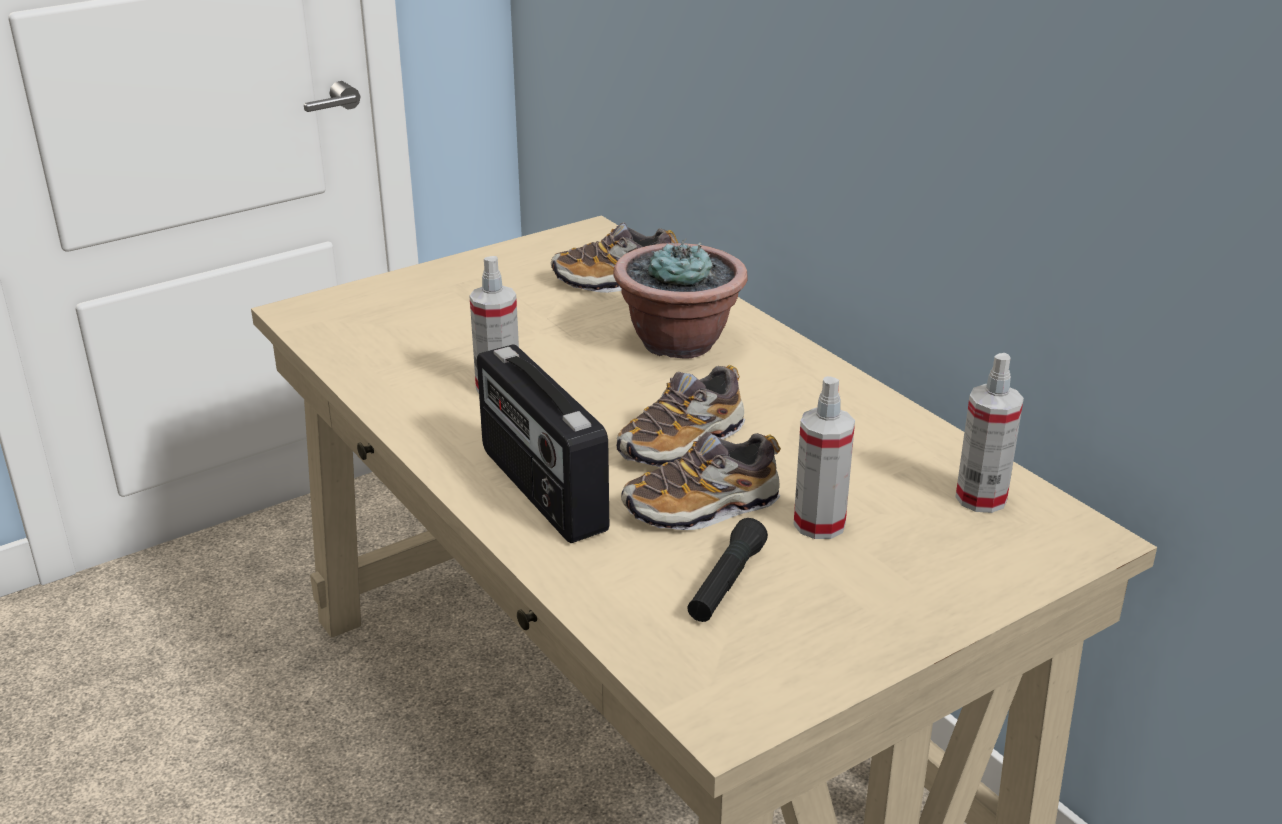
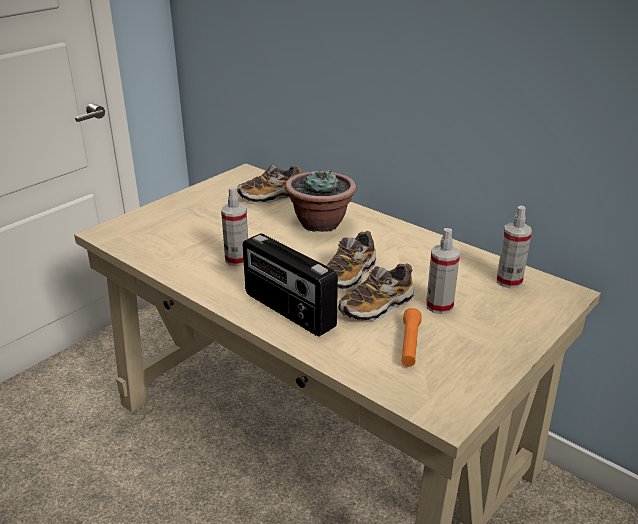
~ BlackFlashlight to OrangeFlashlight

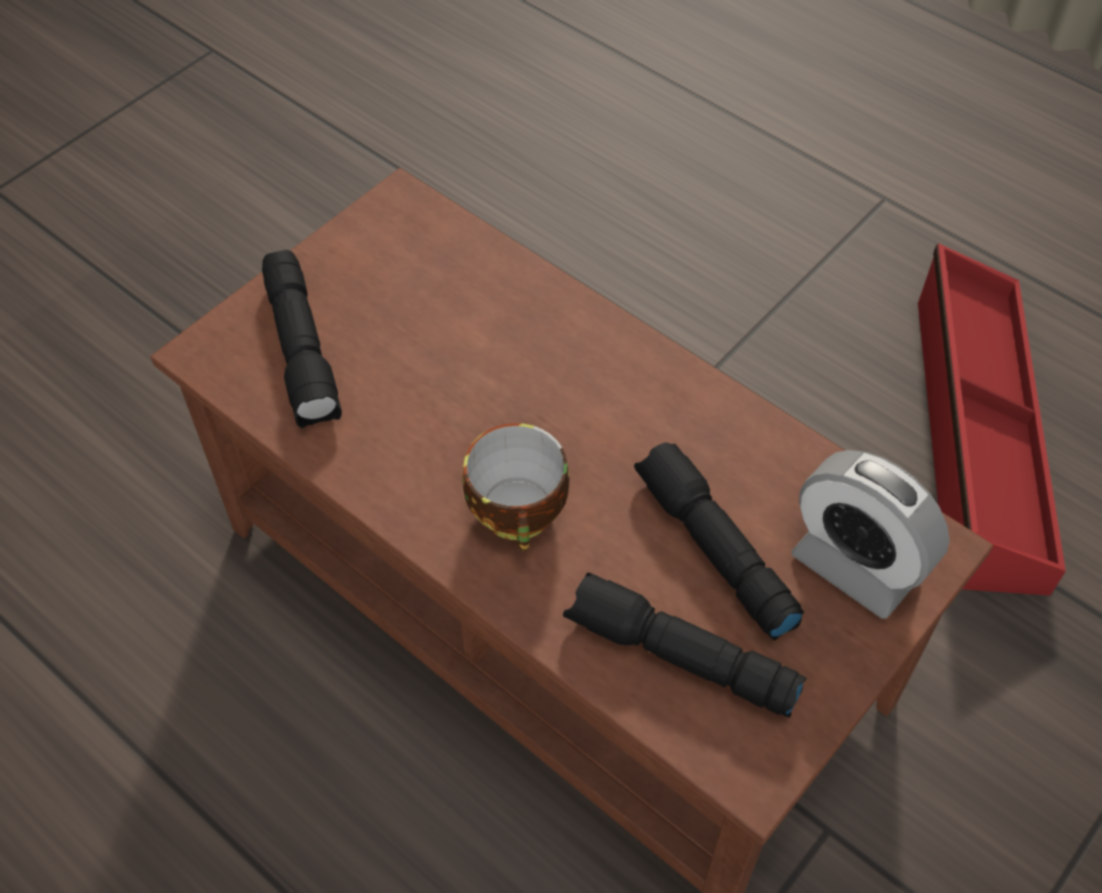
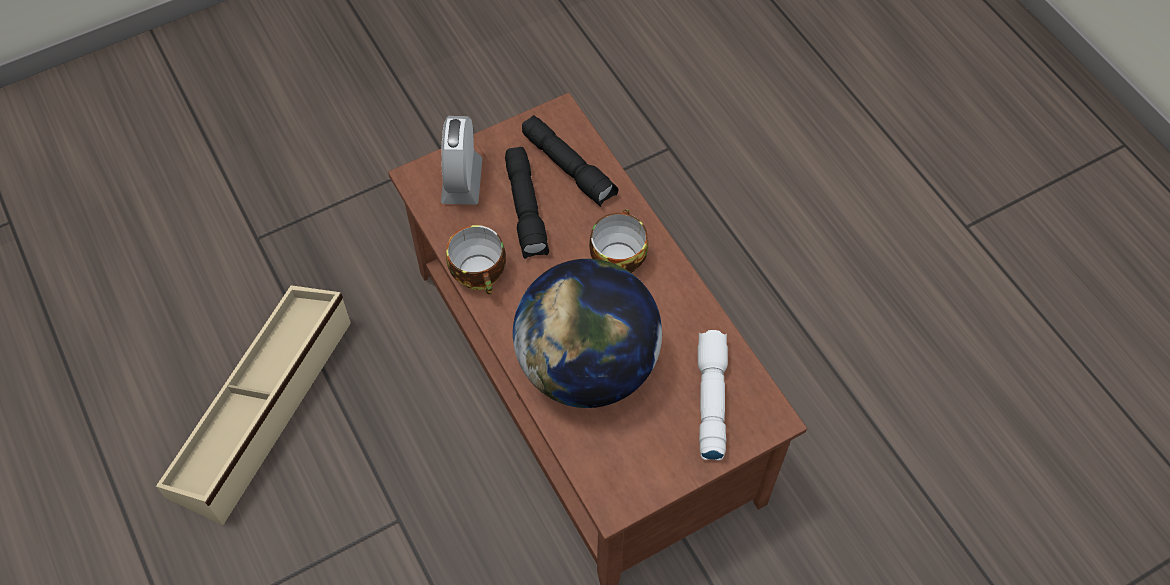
+ Cup (no. 1 from left)
+ Globe
~ BlackFlashlight (no. 1 from left) to WhiteFlashlight
~ RedStorageBox to BeigeStorageBox
~ AlarmClock 150 degrees counterclockwise

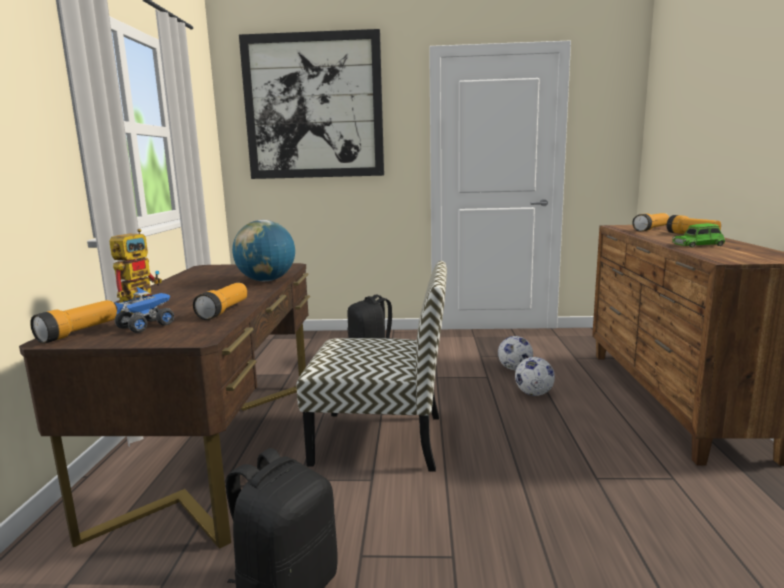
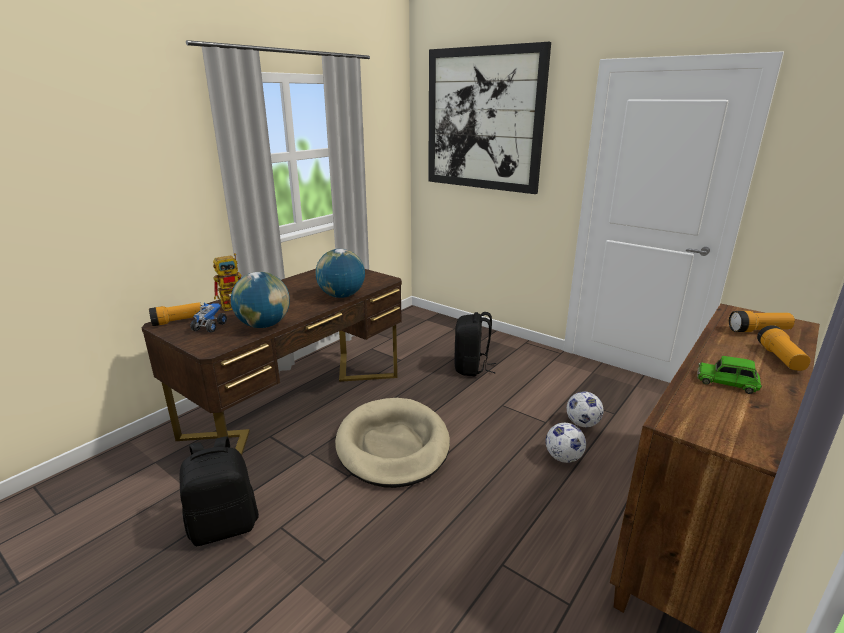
~ Flashlight (no. 2 from left) to Globe (no. 1 from left)
~ Chair to BeigeDogBed
~ ToyTruck 60 degrees counterclockwise

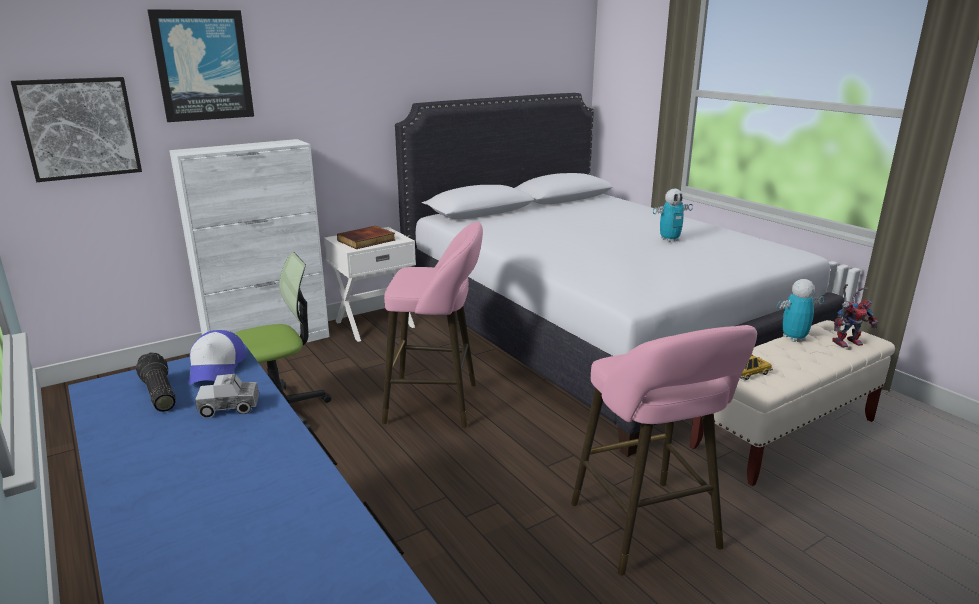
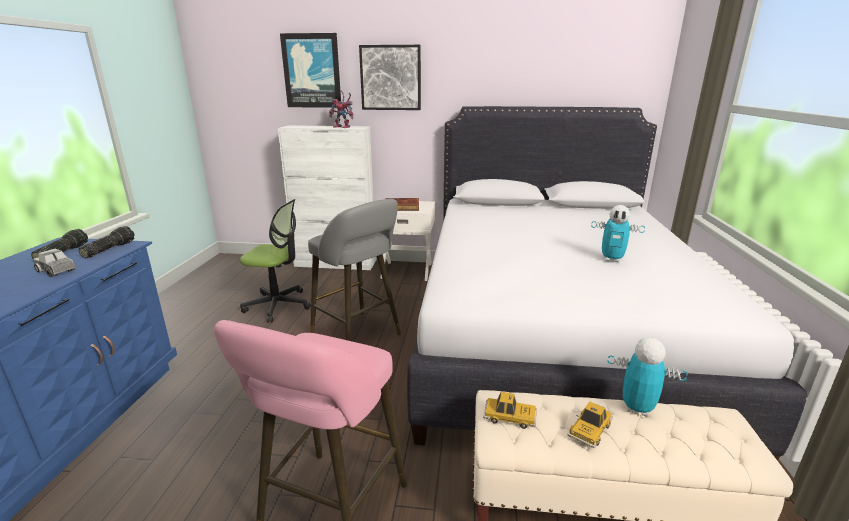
+ ToyCar (no. 2 from left)
~ Picture (no. 1 from left in the first image) to Picture (no. 2 from left)
~ ToyRobot (no. 3 from left in the first image) to ToyRobot (no. 1 from left)
~ Cap to Flashlight (no. 2 from left)
~ PinkStool (no. 1 from left) to GreyStool

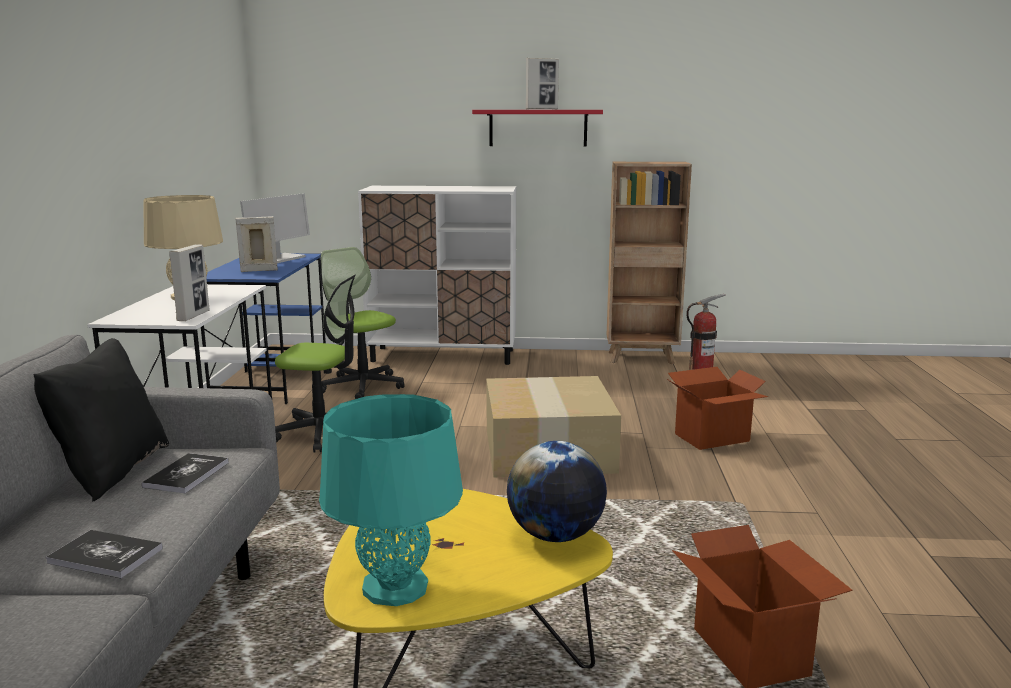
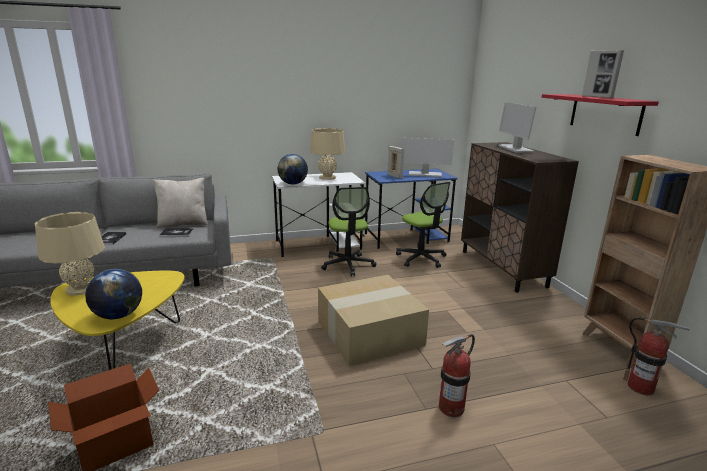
+ Monitor (no. 2 from left)
~ PictureFrame (no. 1 from left) to Globe (no. 2 from left)
~ CardboardBox (no. 2 from left) to FireExtinguisher (no. 1 from left)
~ BlackPillow to BeigePillow
~ TurquoiseTableLamp to BeigeTableLamp (no. 1 from left)
~ WhiteCabinet to BrownCabinet
~ OfficeChair (no. 2 from left) 120 degrees clockwise

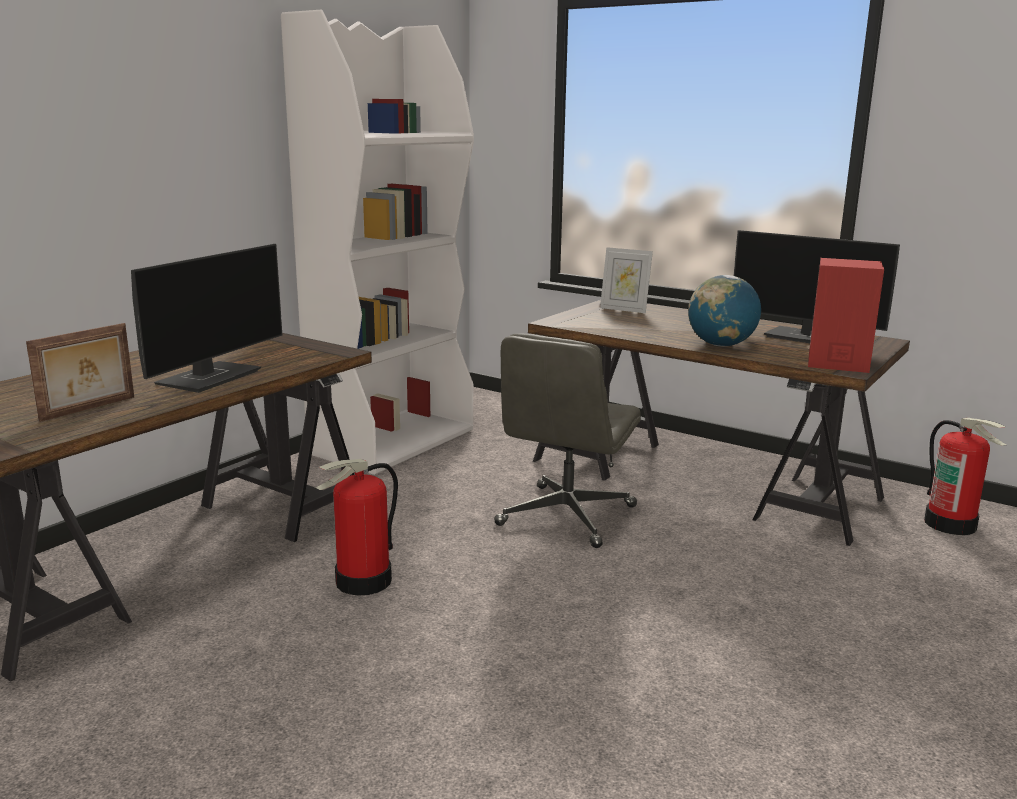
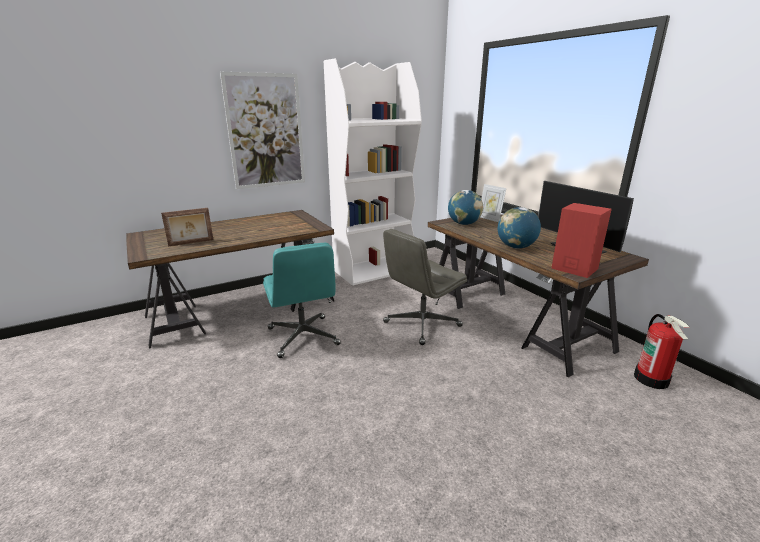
- Monitor (no. 1 from left)
+ Picture
+ Globe (no. 1 from left)
~ FireExtinguisher (no. 1 from left) to TurquoiseOfficeChair

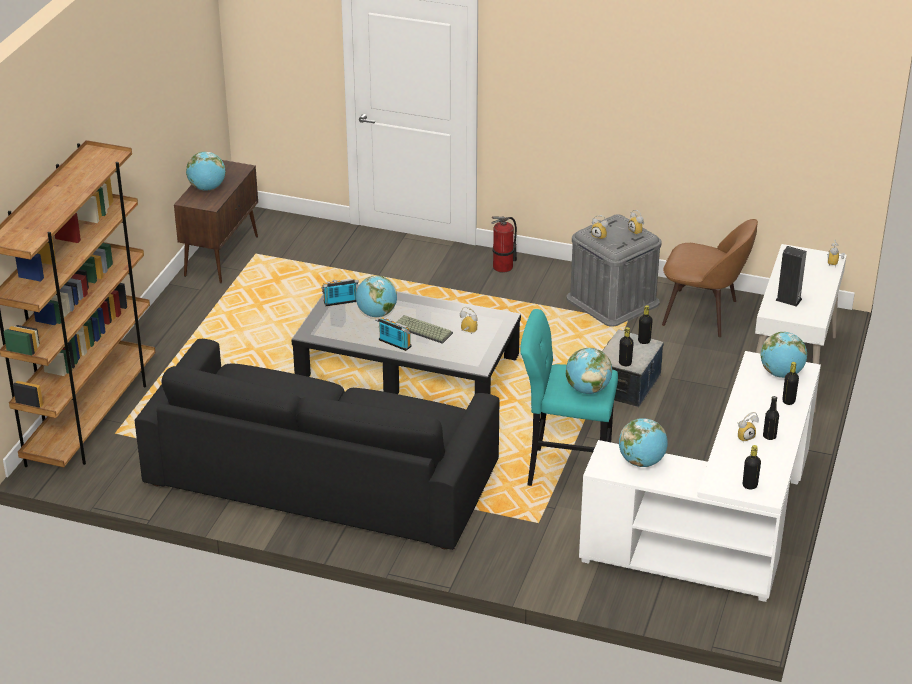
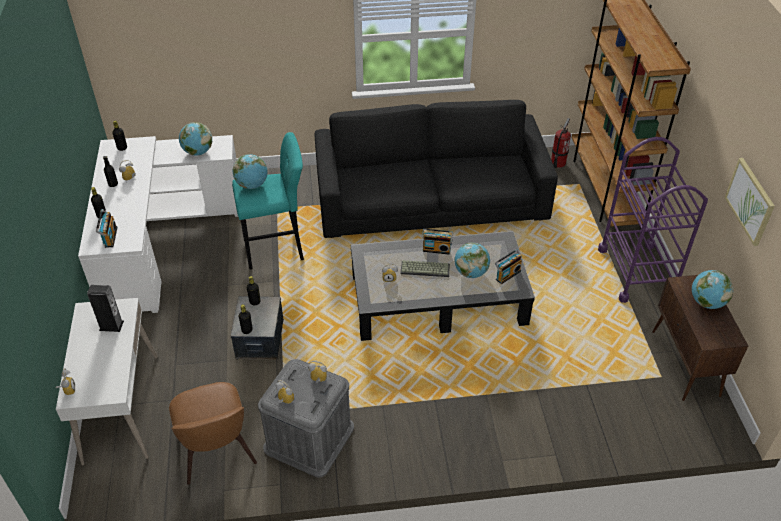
+ PurpleCart
+ Picture
~ FireExtinguisher
~ Globe (no. 5 from left) to Radio (no. 1 from left)
~ BrownChair 105 degrees counterclockwise

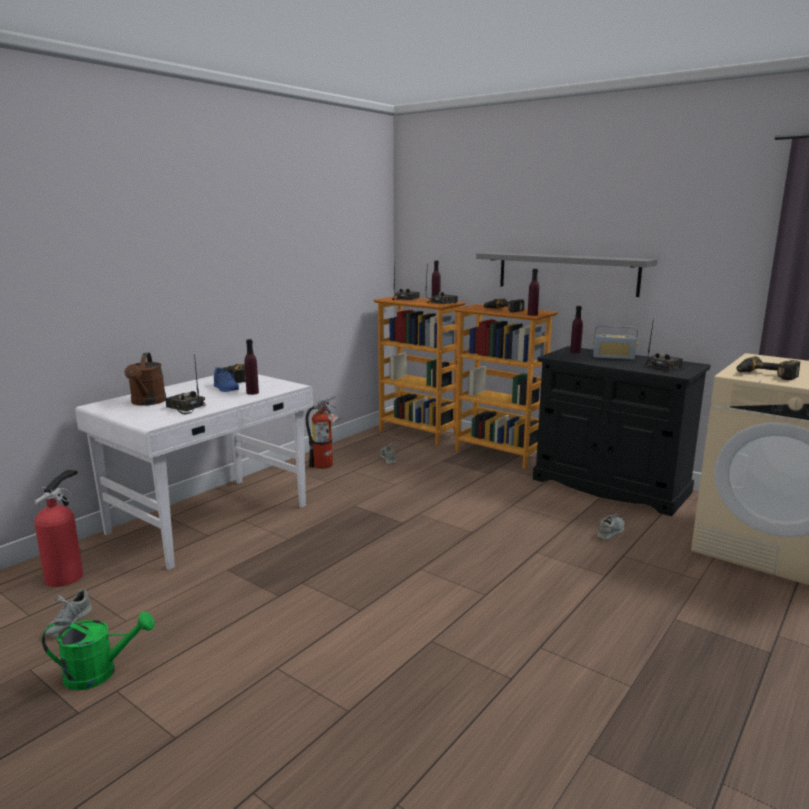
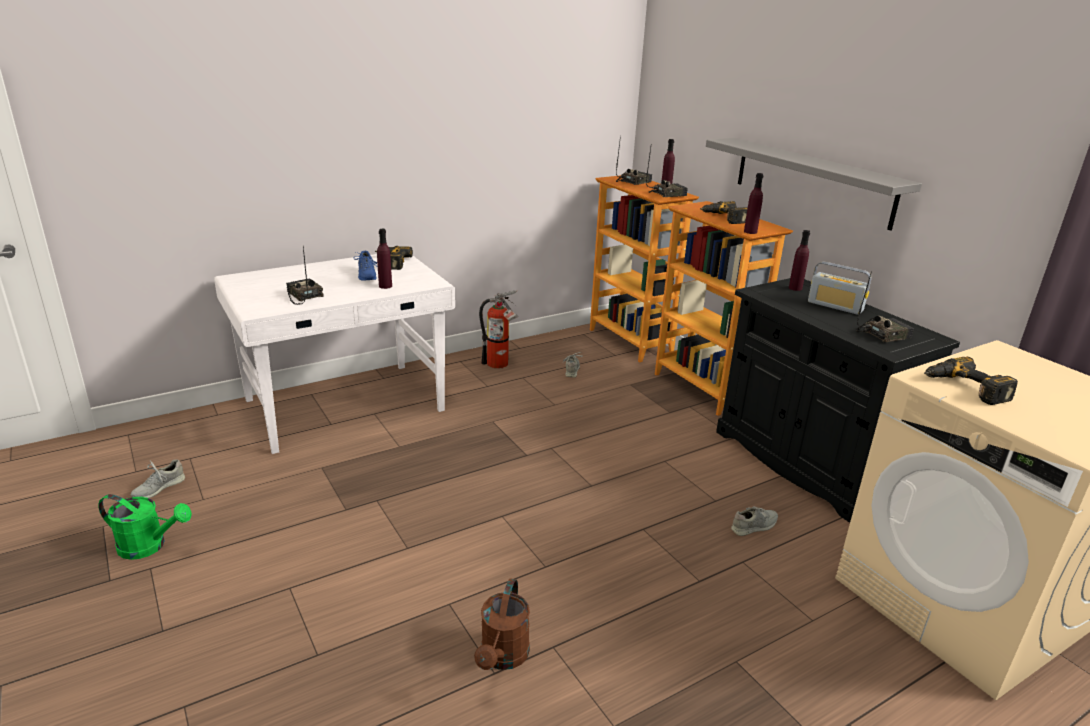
- FireExtinguisher (no. 1 from left)
~ BrownWateringCan

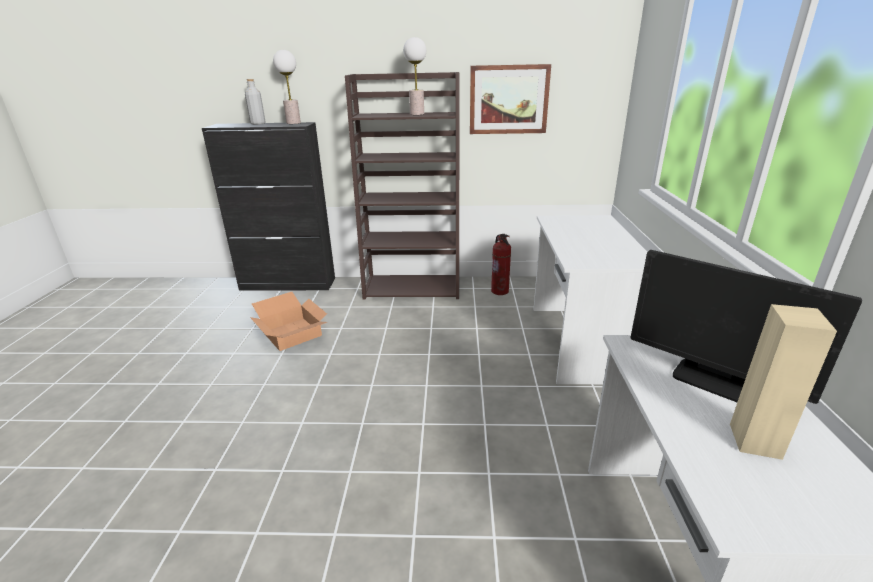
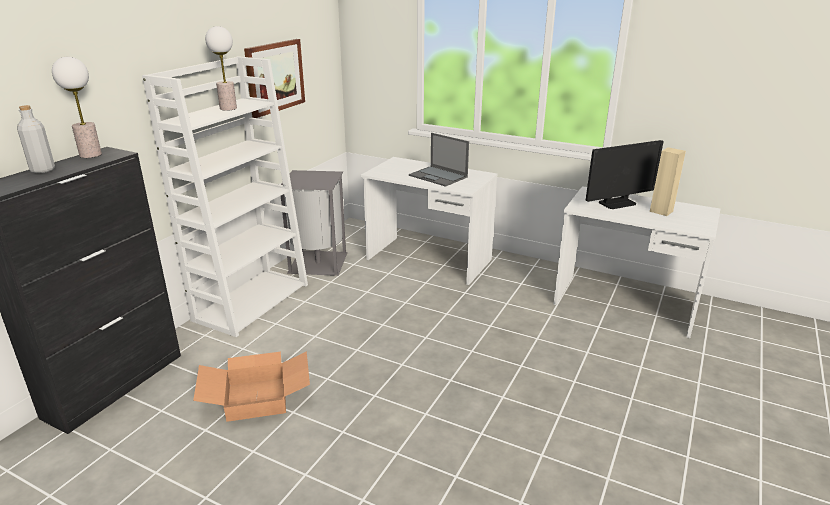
+ Laptop
~ FireExtinguisher to GreyTrashCan
~ BrownBookcase to WhiteBookcase

